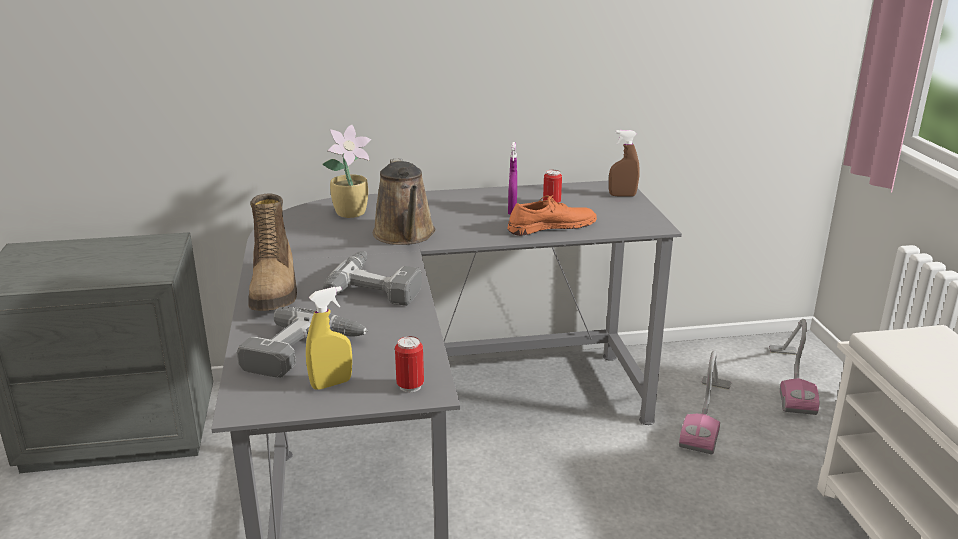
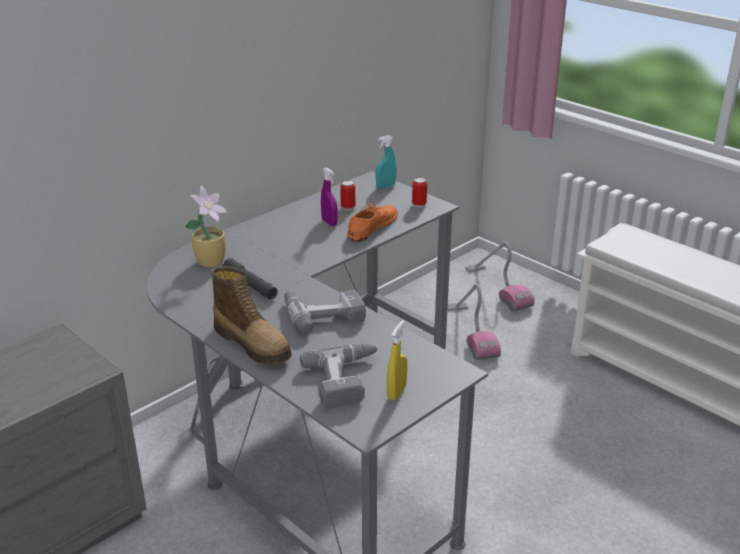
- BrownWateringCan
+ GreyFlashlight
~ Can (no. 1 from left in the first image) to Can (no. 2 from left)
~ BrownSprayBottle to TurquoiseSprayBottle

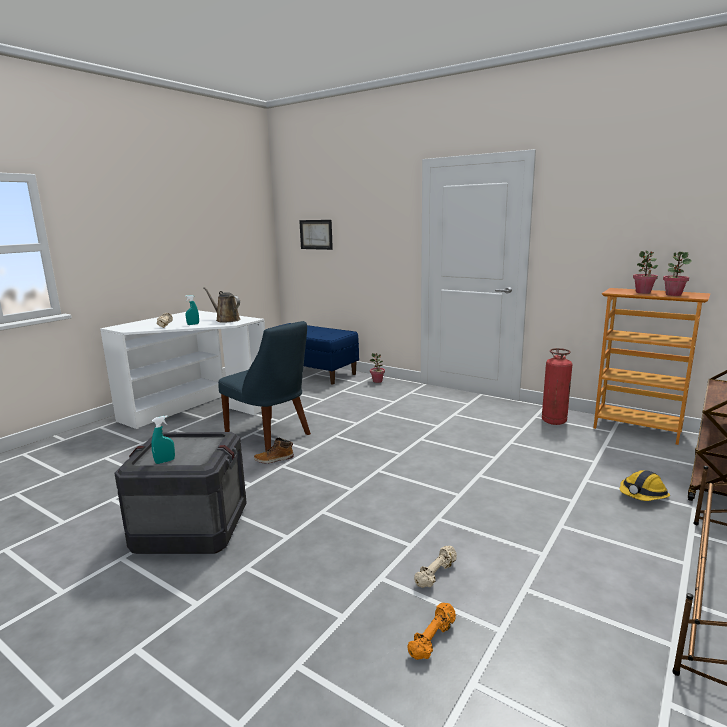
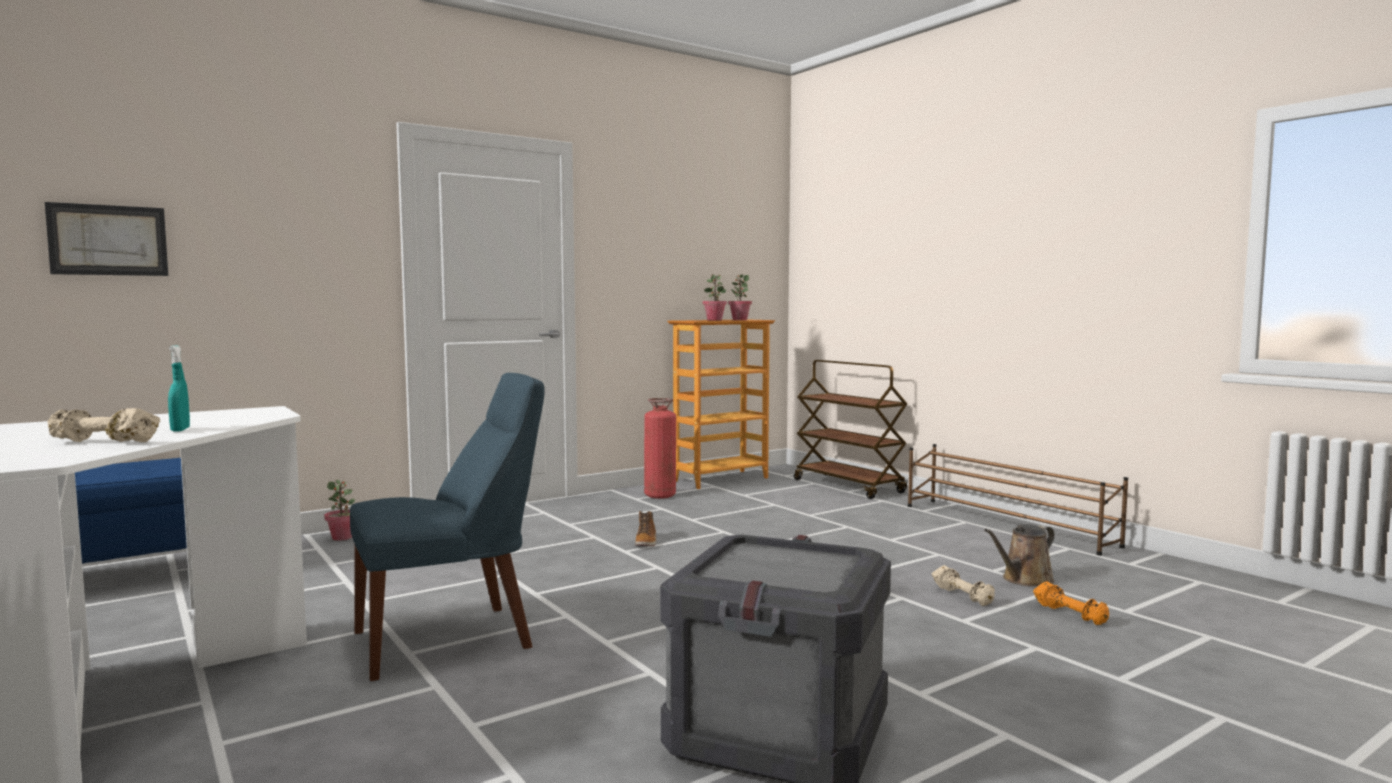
- TurquoiseSprayBottle (no. 1 from left)
- HardHat
~ BrownWateringCan
~ Boot

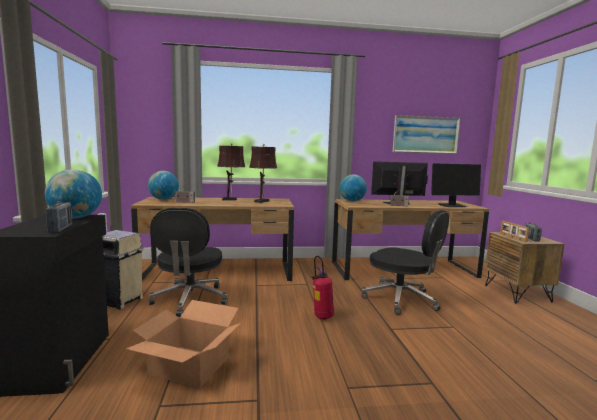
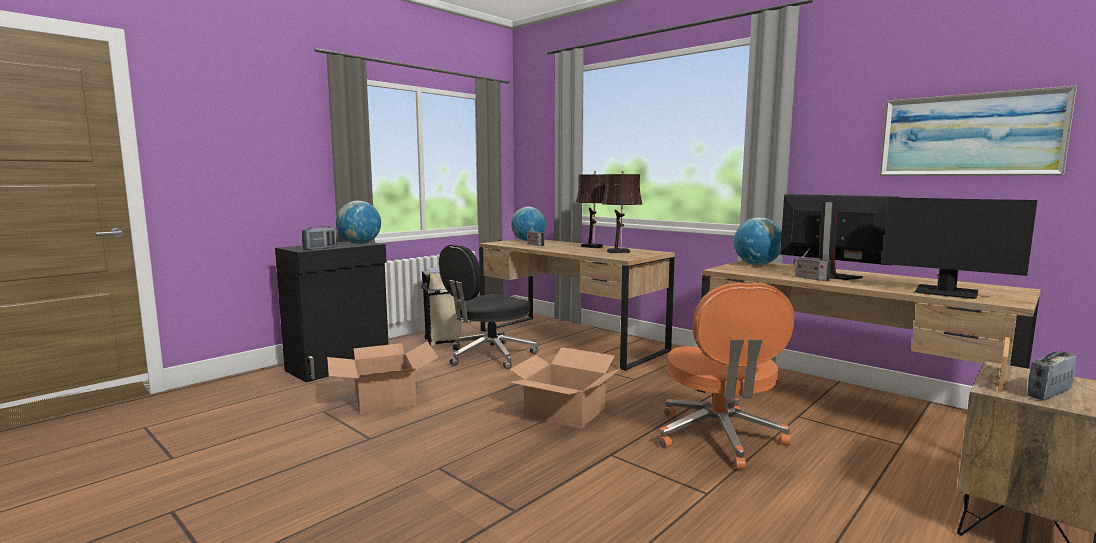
~ FireExtinguisher to CardboardBox (no. 2 from left)
~ BlackOfficeChair (no. 2 from left) to OrangeOfficeChair

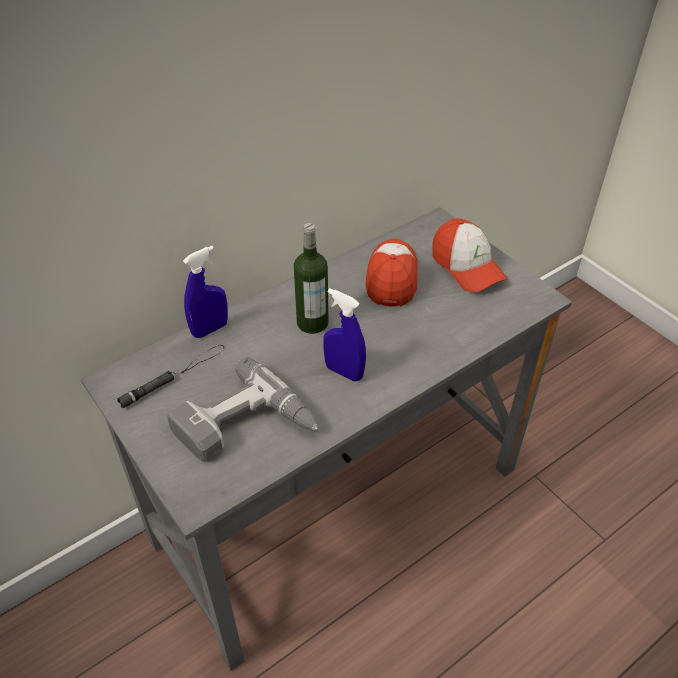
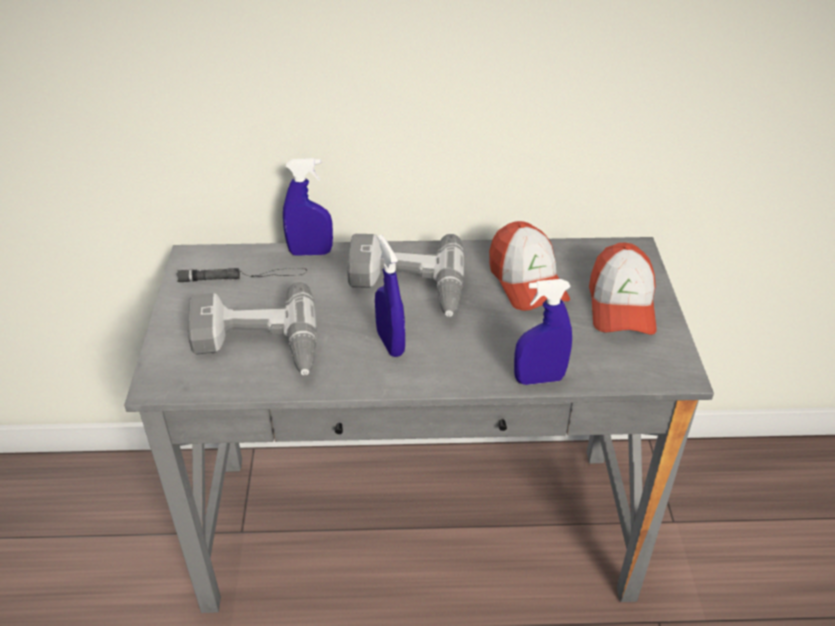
+ BlueSprayBottle (no. 3 from left)
~ Bottle to PowerDrill (no. 2 from left)
~ Cap (no. 1 from left) 120 degrees clockwise

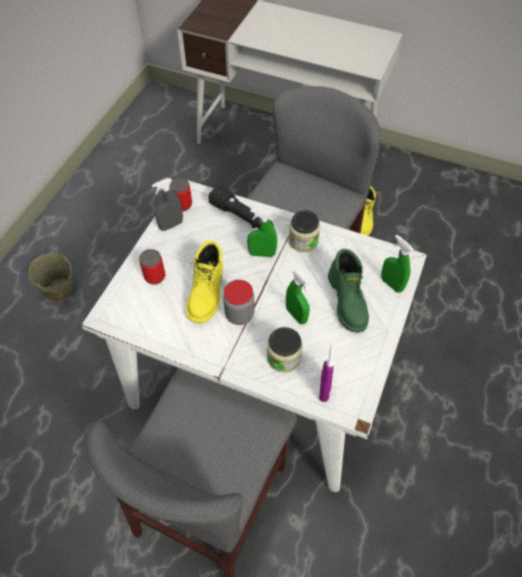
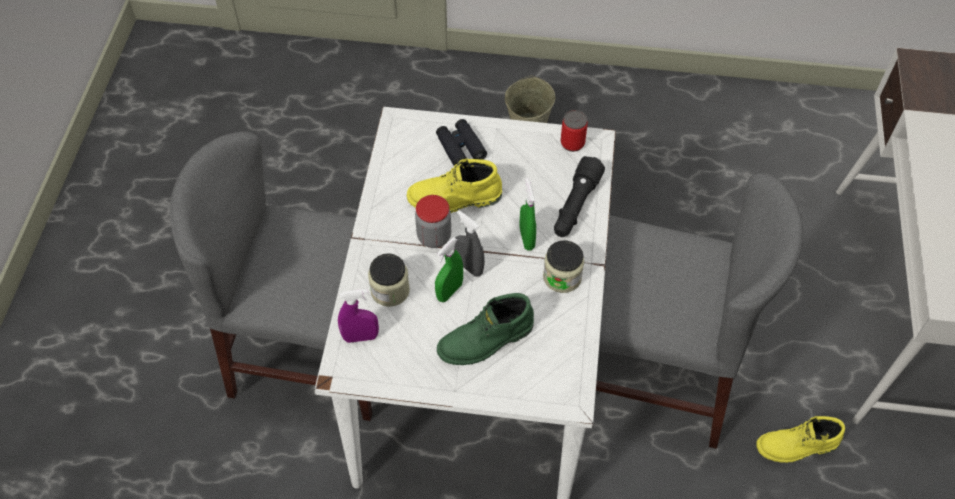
- GreenSprayBottle (no. 3 from left)
~ GreySprayBottle
~ Can (no. 1 from left) to BlackBinoculars

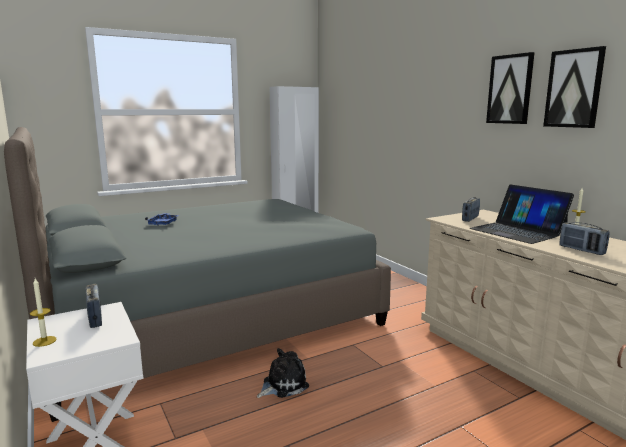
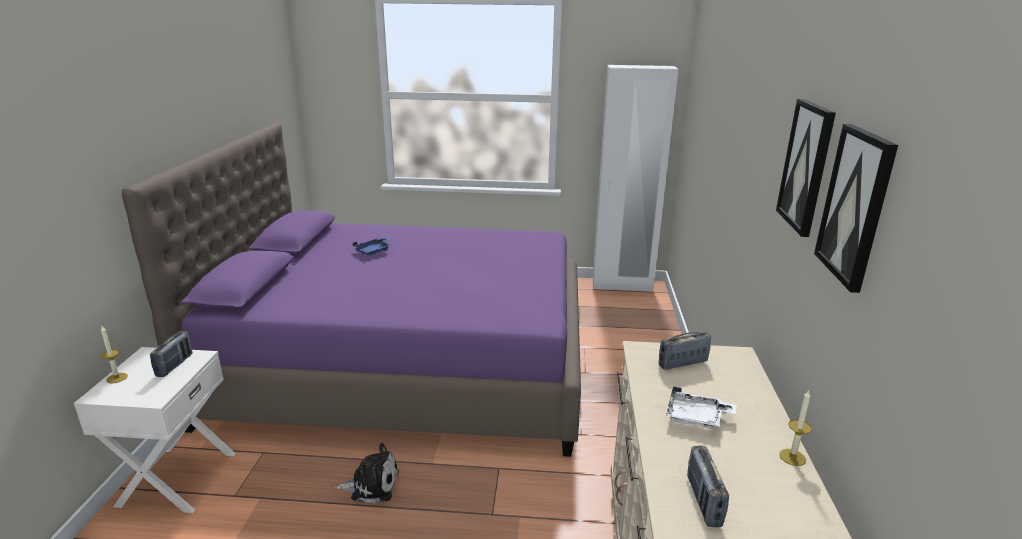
~ Laptop to WhiteTray
~ GreyBed to PurpleBed

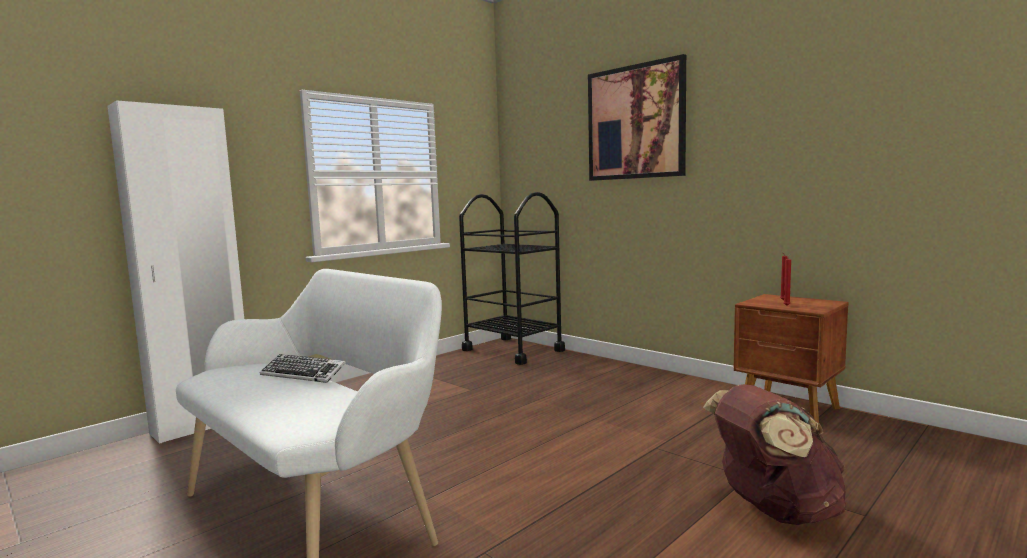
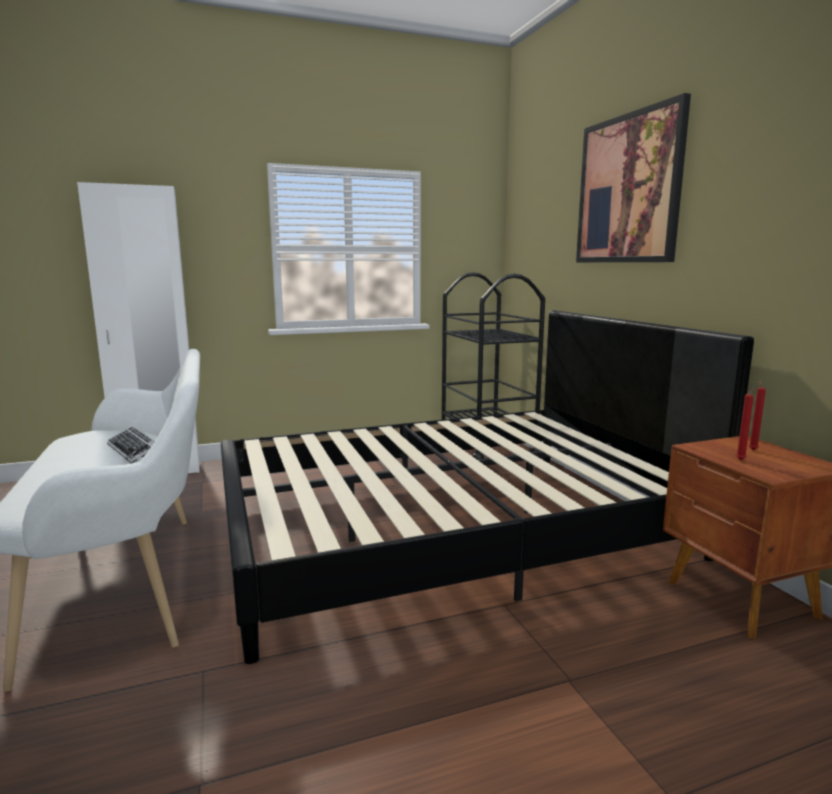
- BrownBackpack
+ BlackBed

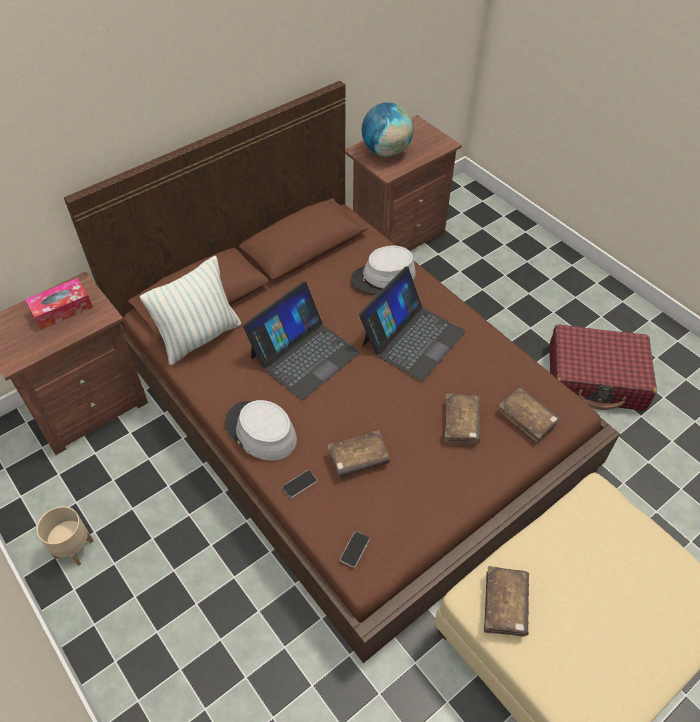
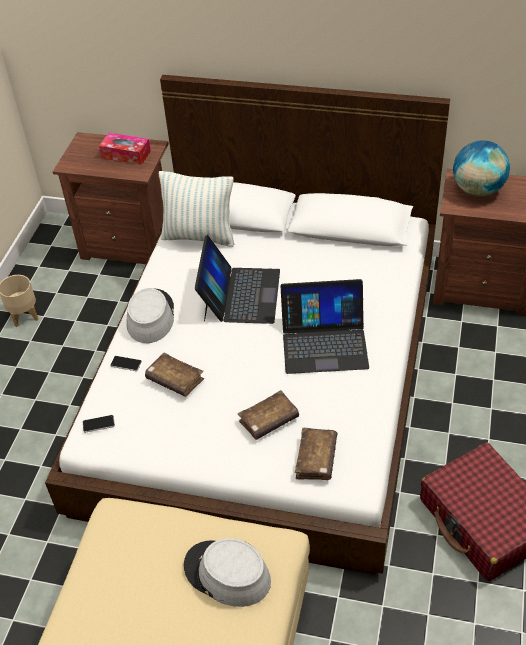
- BrownBook (no. 3 from left)
~ GreyHat (no. 2 from left)
~ BrownBed to WhiteBed
~ Laptop (no. 1 from left) 90 degrees counterclockwise

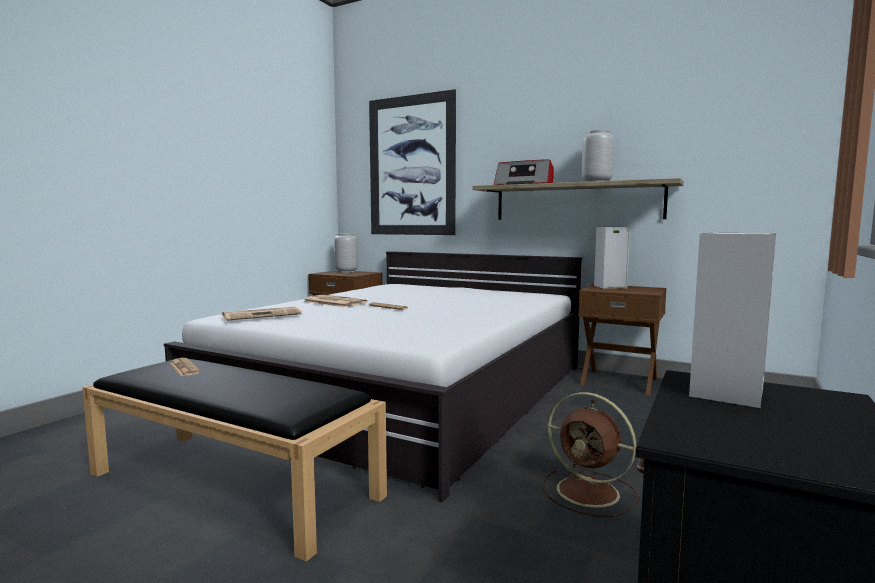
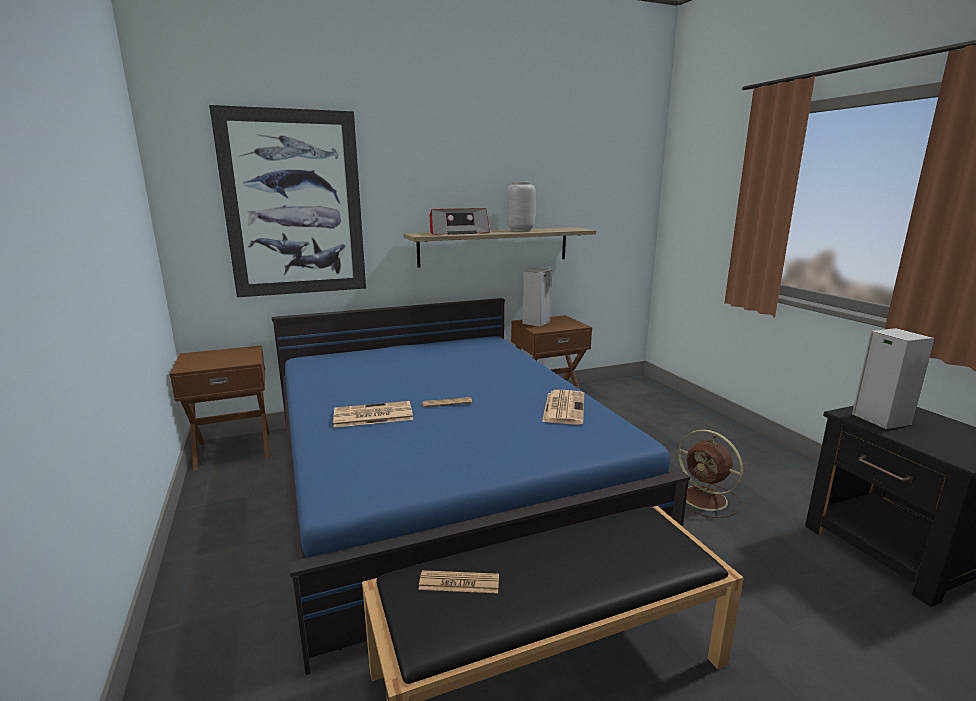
- GreyVase (no. 1 from left)
~ Newspaper (no. 2 from left in the first image) to Newspaper (no. 4 from left)
~ WhiteBed to BlueBed
~ BrownFan 60 degrees clockwise

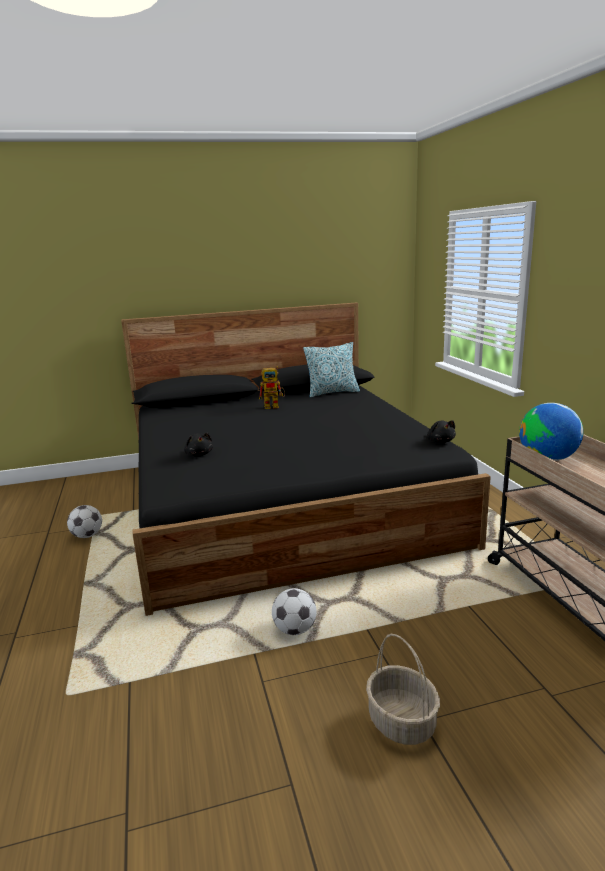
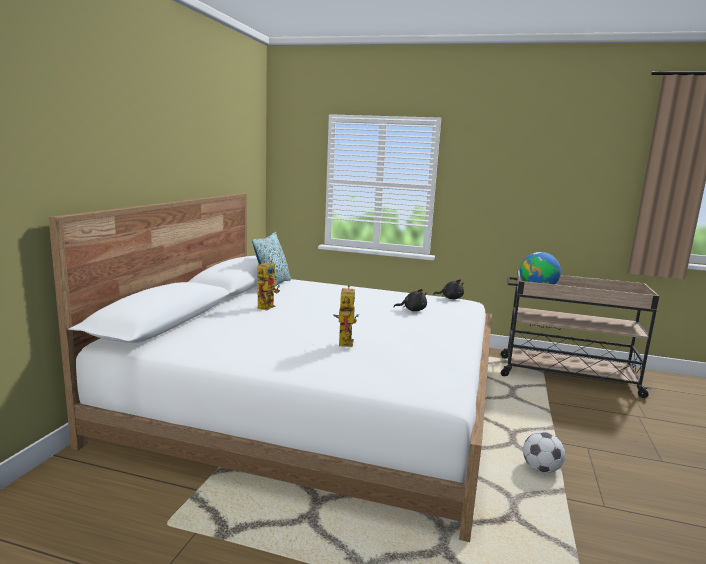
- Football (no. 1 from left)
- Basket
+ ToyRobot (no. 2 from left)
~ BlackPlushToy (no. 1 from left)
~ BlackBed to WhiteBed

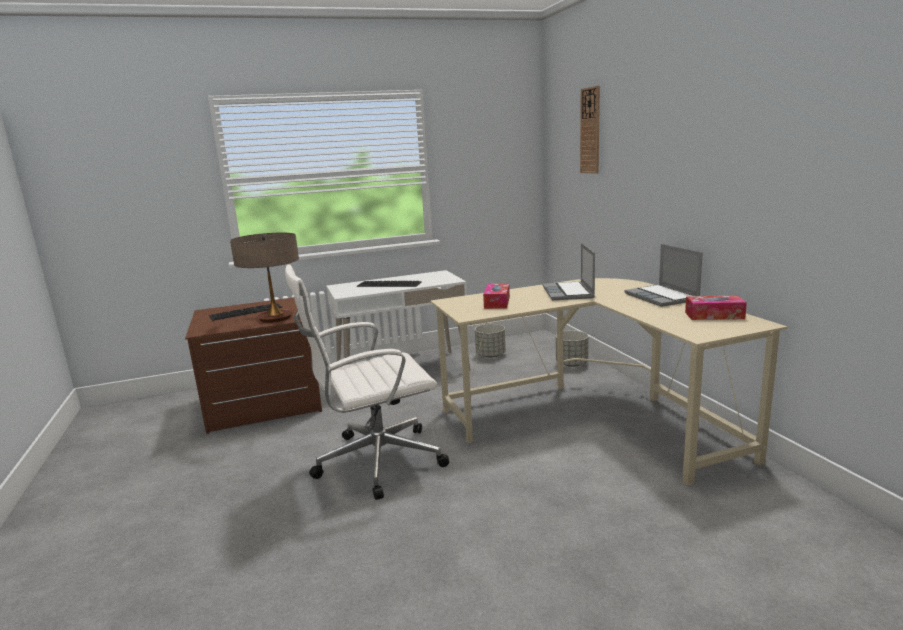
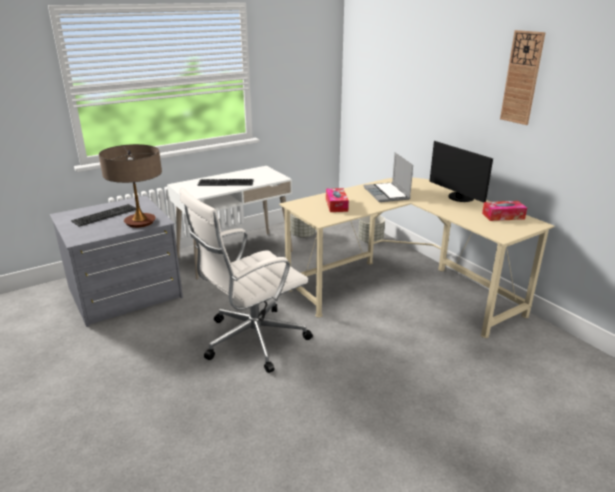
~ WallClock
~ Laptop (no. 2 from left) to Monitor
~ BrownDresser to GreyDresser

